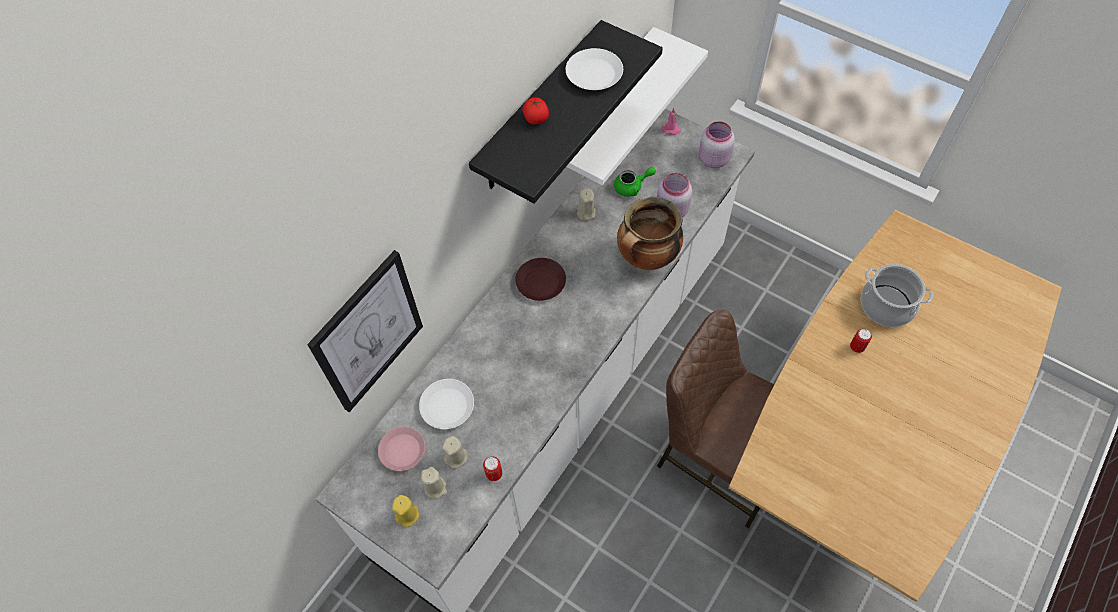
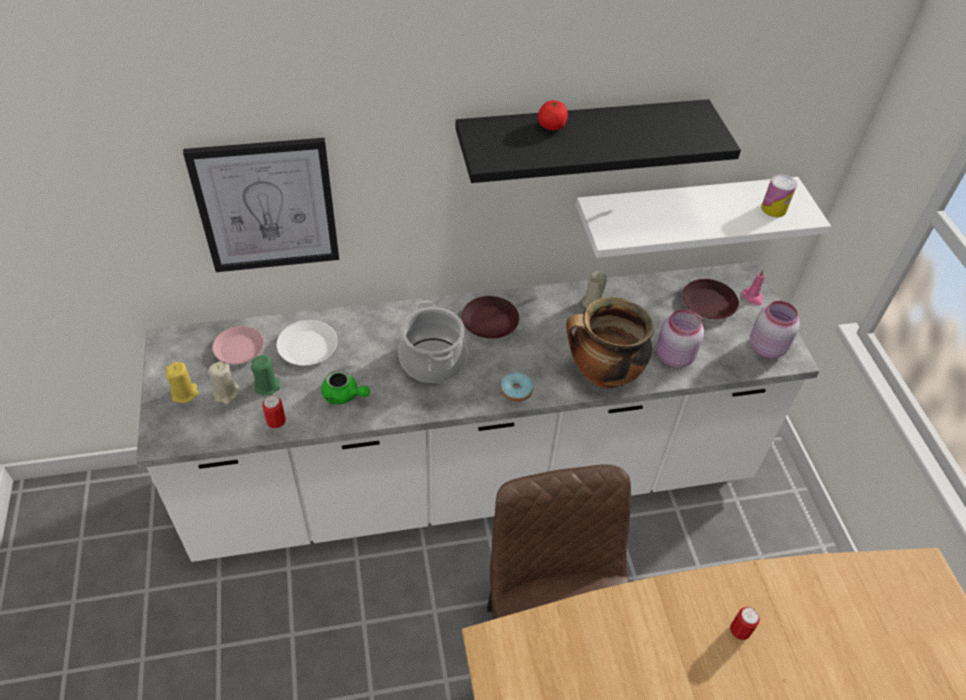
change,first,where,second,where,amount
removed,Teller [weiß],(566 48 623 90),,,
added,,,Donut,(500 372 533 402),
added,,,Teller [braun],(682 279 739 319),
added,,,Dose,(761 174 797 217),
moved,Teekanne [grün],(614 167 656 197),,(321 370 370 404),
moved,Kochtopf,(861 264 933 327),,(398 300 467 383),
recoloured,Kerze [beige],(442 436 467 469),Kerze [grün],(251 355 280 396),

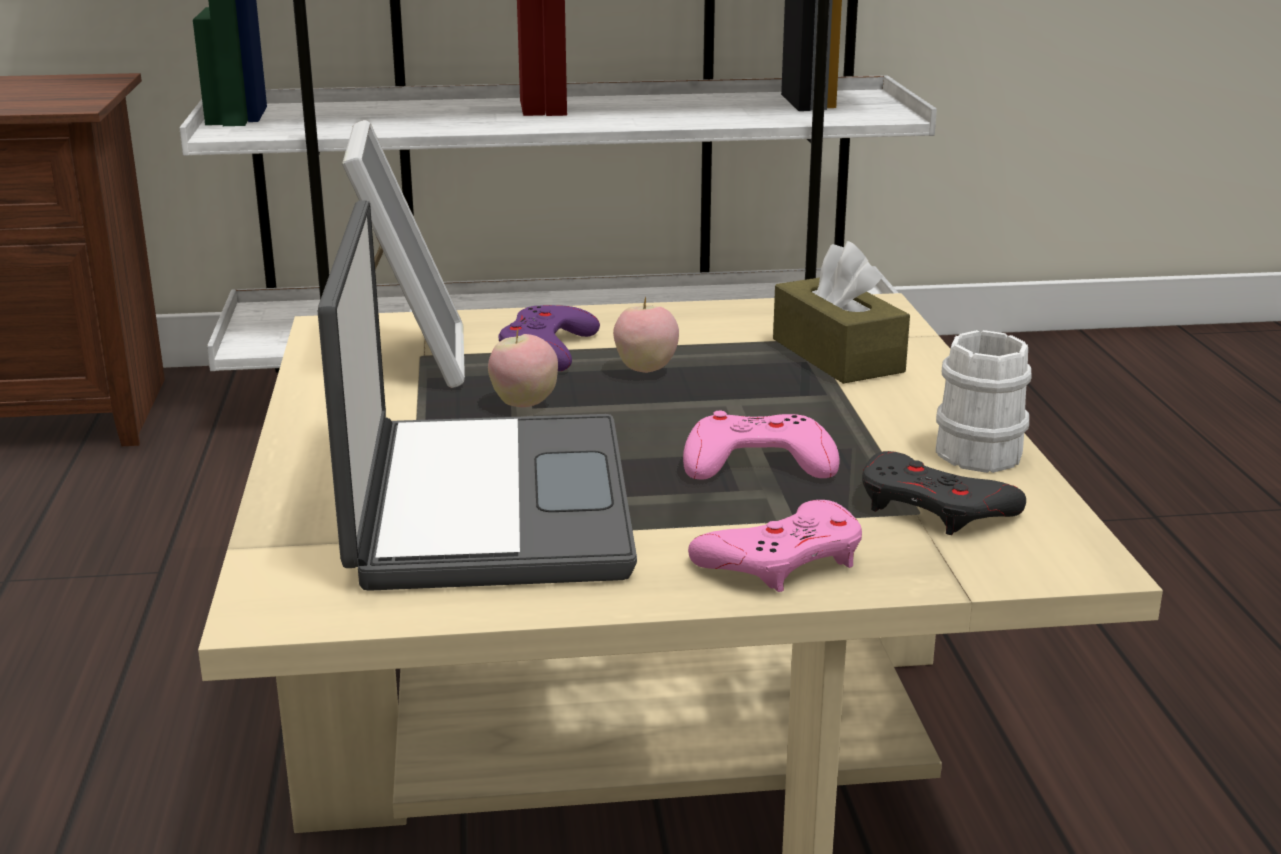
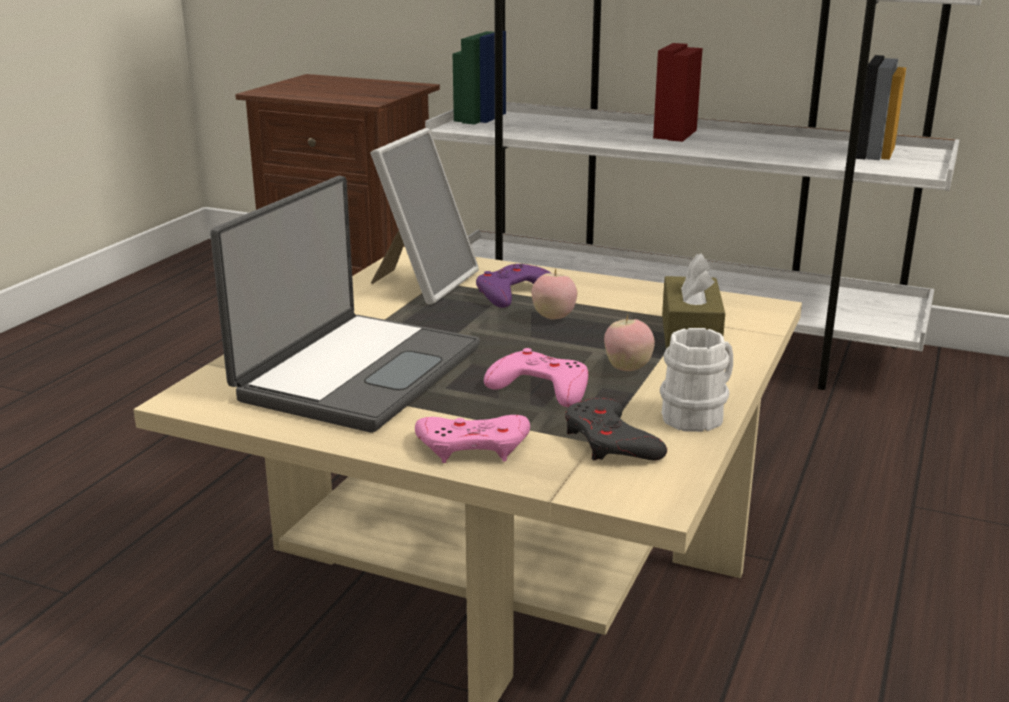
change,first,where,second,where,amount
moved,Apfel,(488 329 558 407),,(604 315 655 371),

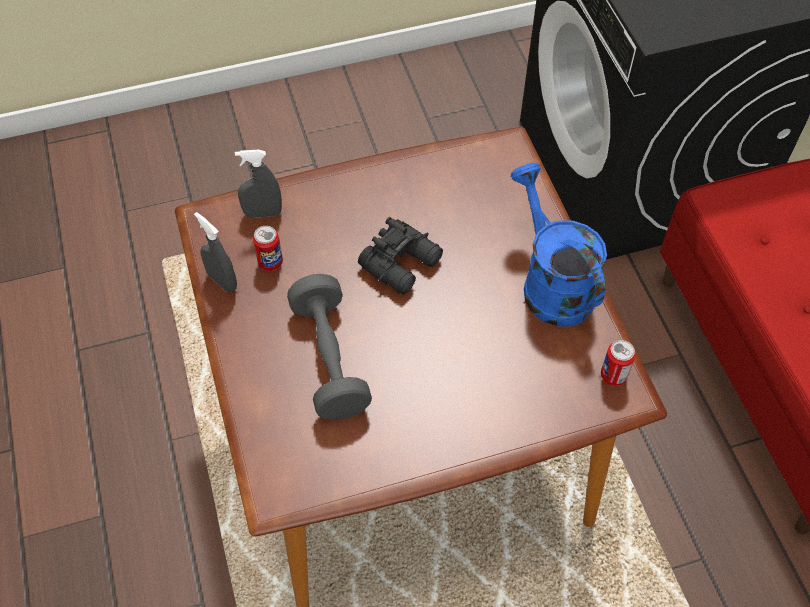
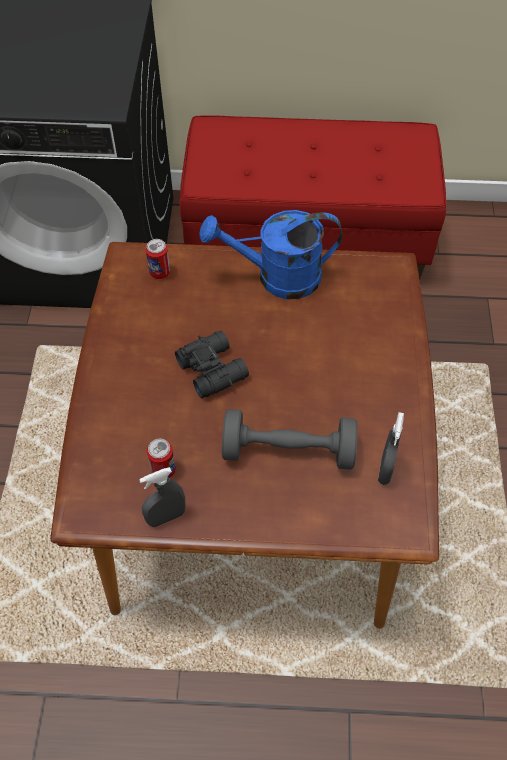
change,first,where,second,where,amount
moved,Sprühflasche [grau],(235 150 282 218),,(378 412 404 485),
moved,Dose,(601 340 636 386),,(146 239 170 279),

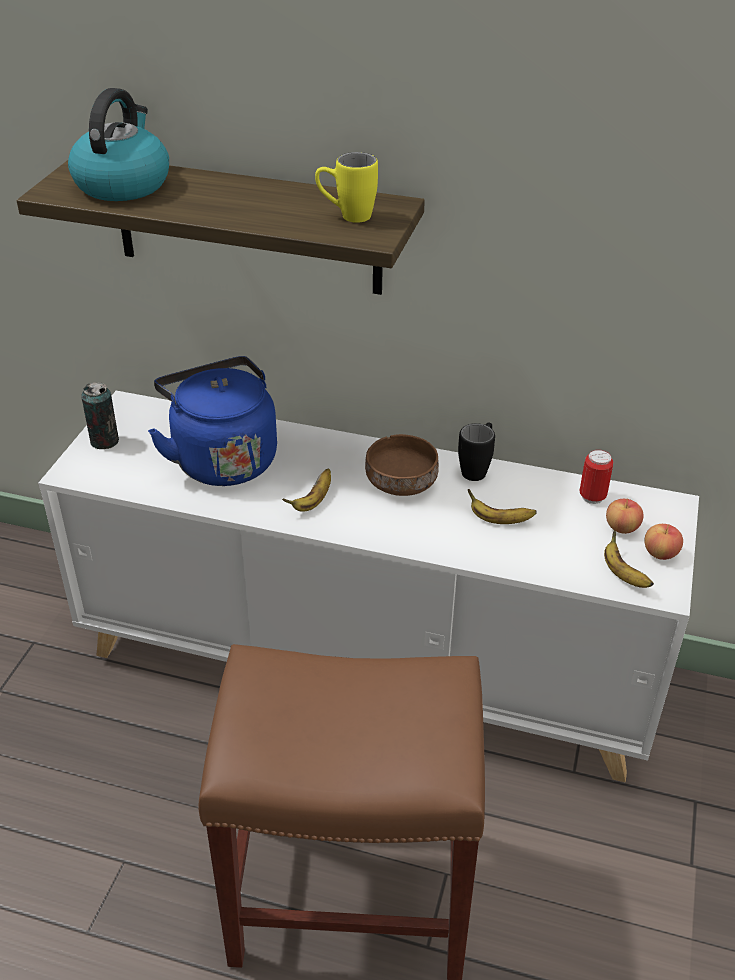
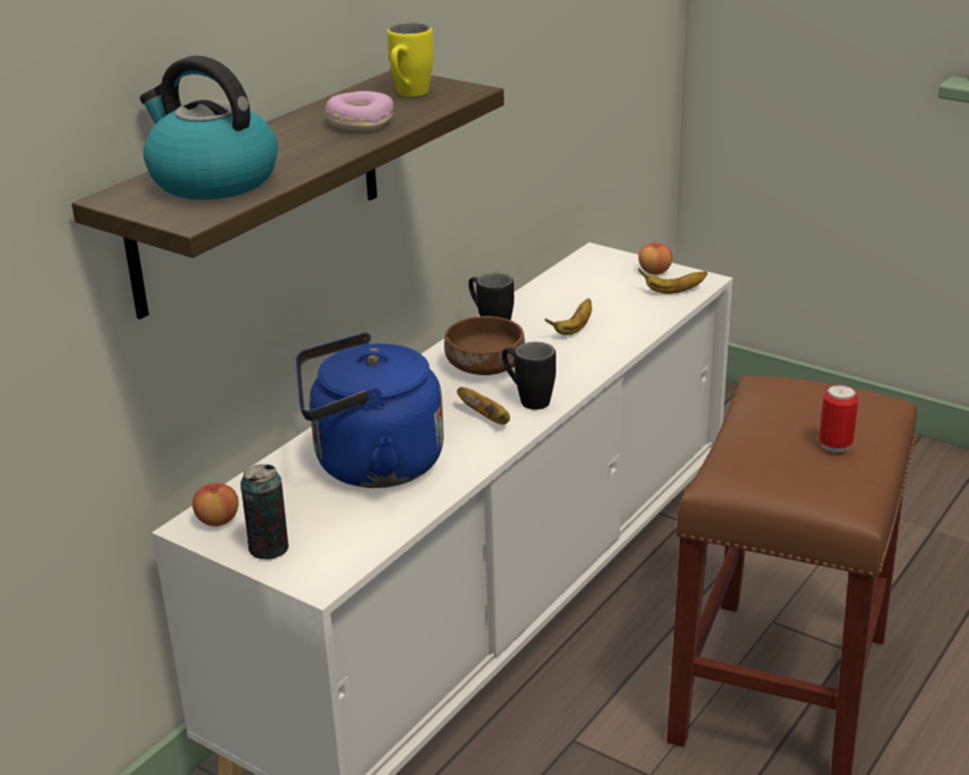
change,first,where,second,where,amount
added,,,Donut,(325 91 394 131),
added,,,Henkelbecher [schwarz],(502 342 556 410),
moved,Dose,(579 449 613 504),,(819 384 859 453),
moved,Apfel,(606 499 644 534),,(192 483 239 526),

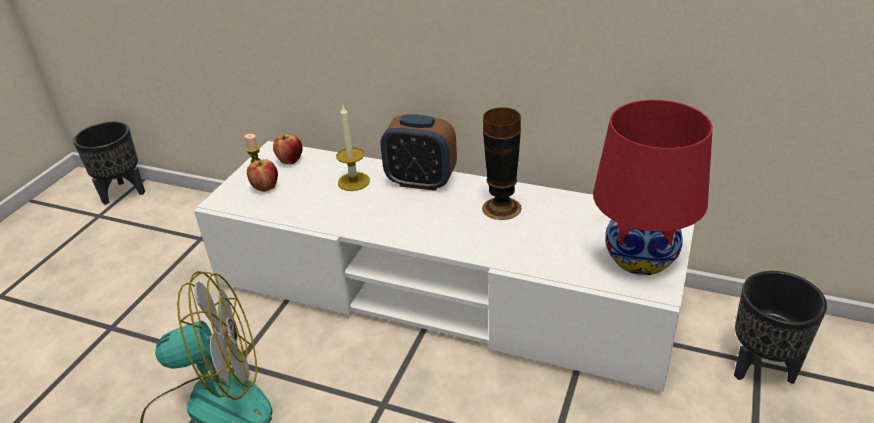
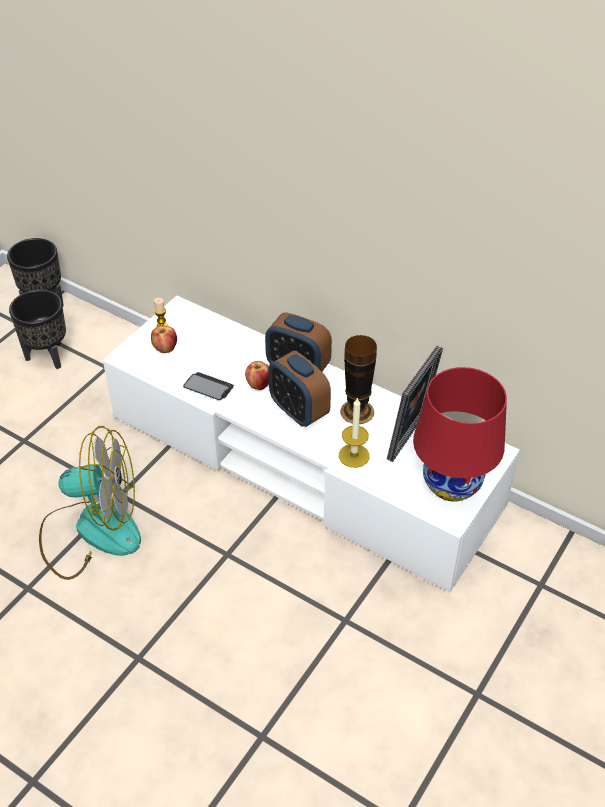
change,first,where,second,where,amount
added,,,Handy,(183 372 234 400),
added,,,Wecker,(268 351 331 427),
added,,,Bilderrahmen,(387 346 443 462),
moved,Apfel,(273 134 303 164),,(245 361 269 390),
moved,Kerze,(336 106 370 191),,(339 397 370 468),
moved,Pflanzkübel [schwarz],(734 271 827 384),,(9 290 66 369),

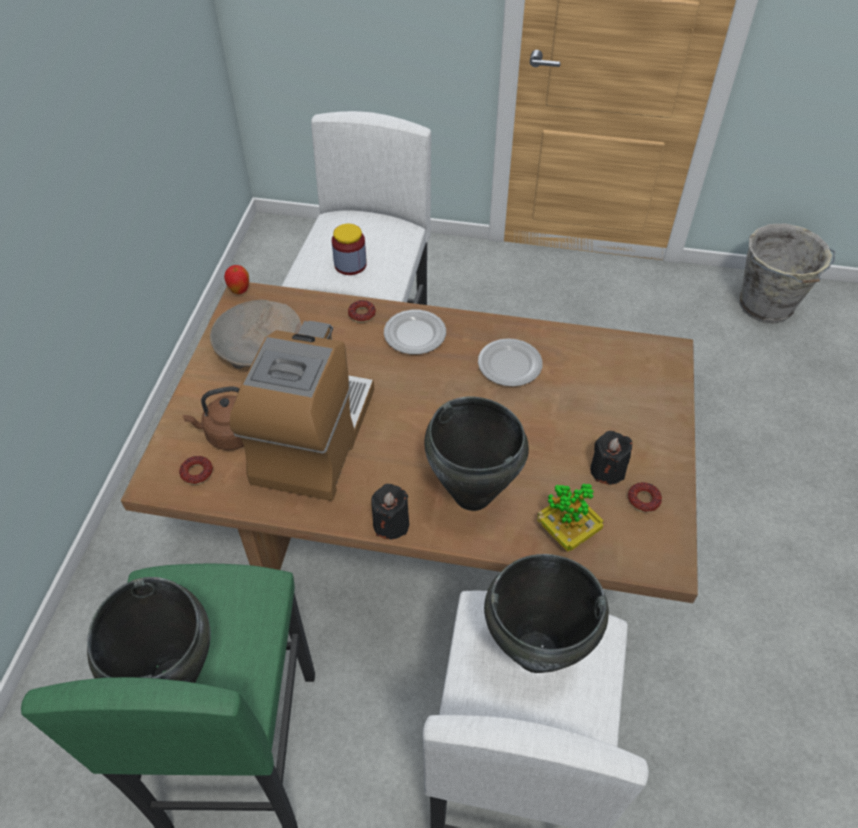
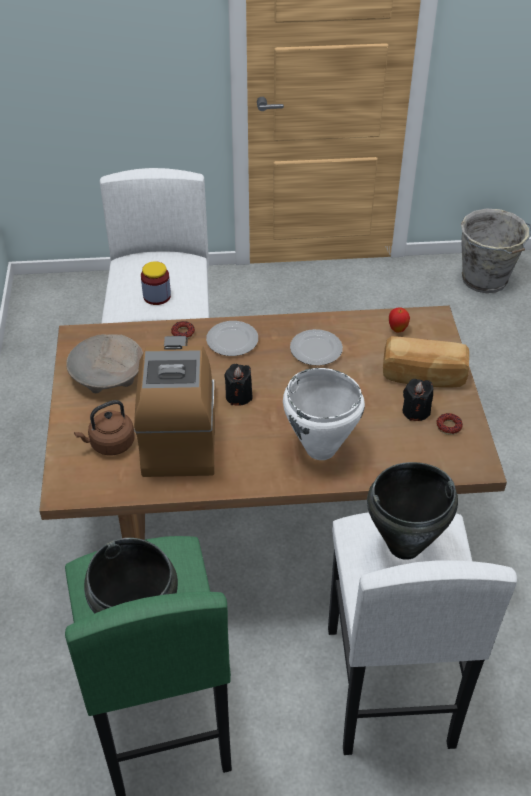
change,first,where,second,where,amount
removed,Donut,(179 456 213 485),,,
removed,Topfpflanze,(537 483 603 552),,,
added,,,Brot,(383 336 469 388),
moved,Apfel,(224 265 249 294),,(389 307 410 333),
moved,Kerze [schwarz],(371 484 409 539),,(224 364 252 406),
recoloured,Kochtopf [schwarz],(424 396 529 511),Kochtopf [weiß],(283 368 365 460),

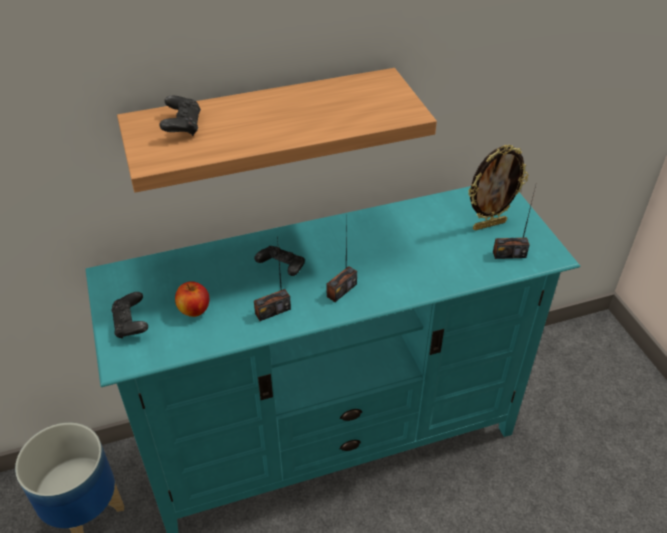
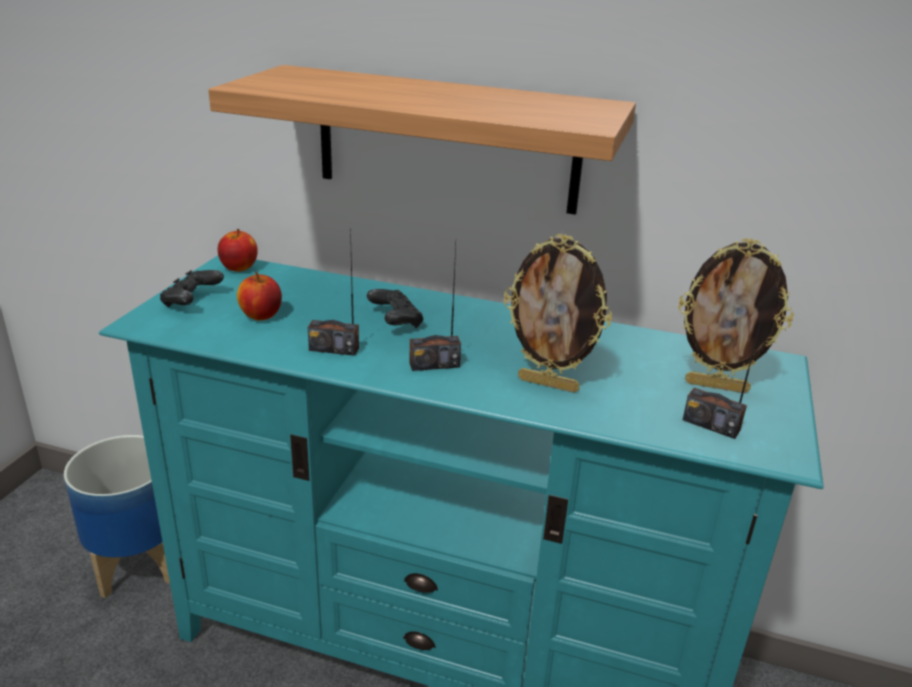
change,first,where,second,where,amount
removed,Gamepad [schwarz],(159 96 201 136),,,
added,,,Apfel,(218 229 258 272),
added,,,Bilderrahmen,(504 234 612 393),

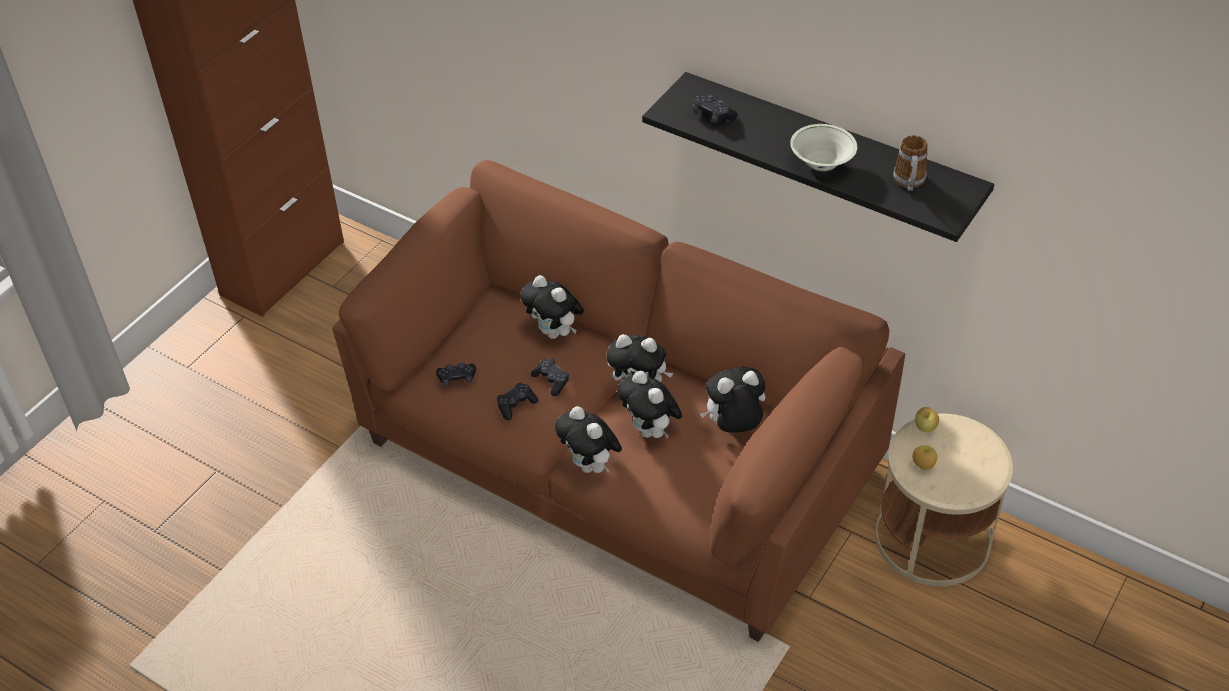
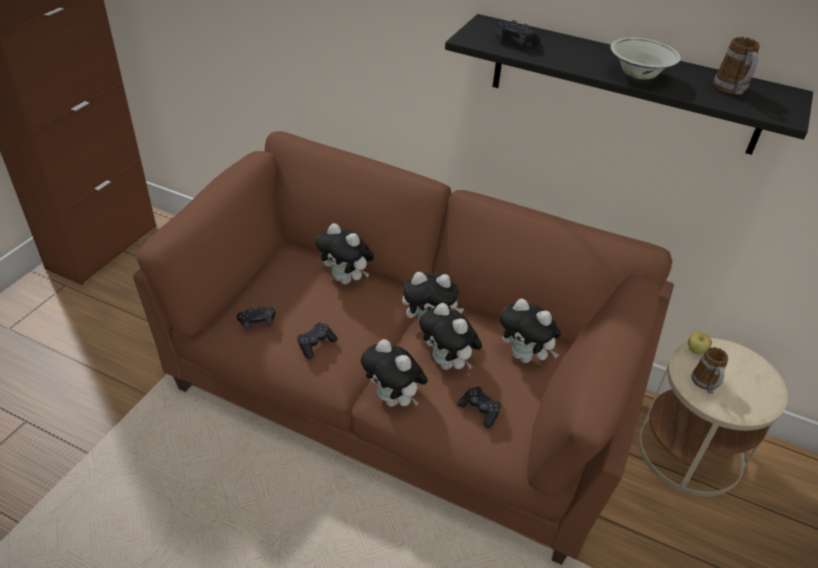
change,first,where,second,where,amount
moved,Gamepad [schwarz],(531 358 569 396),,(457 386 501 428),
replaced,Apfel,(912 445 937 470),Henkelbecher,(691 347 728 394),
turned,Plüschtier,(700 367 765 433),,(500 298 561 363),120 degrees counterclockwise

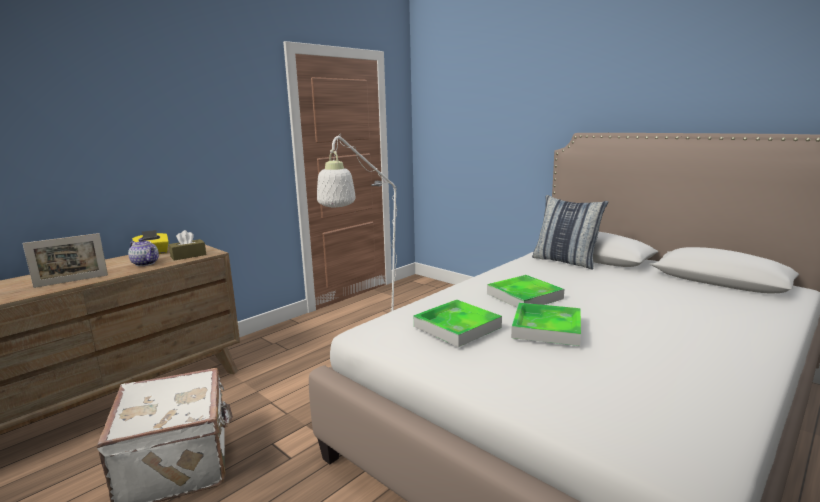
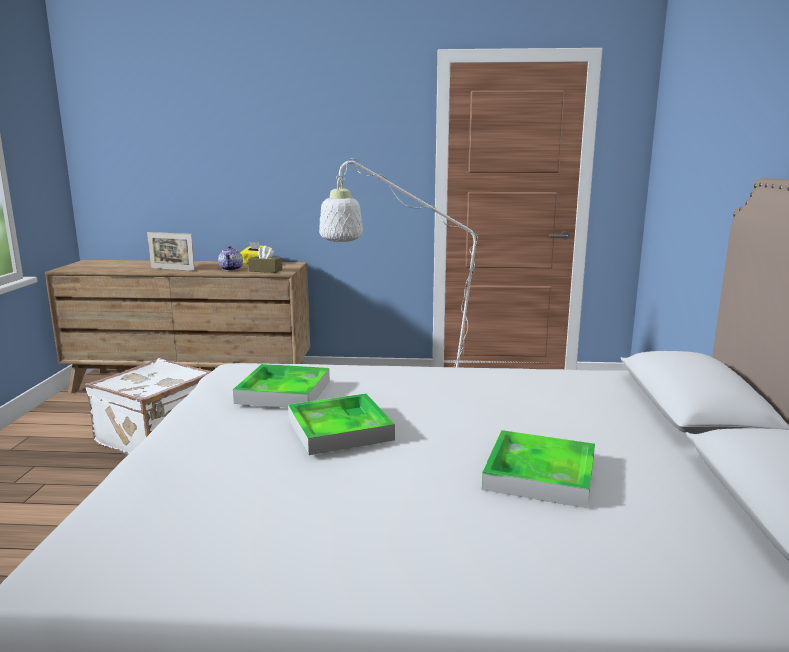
change,first,where,second,where,amount
removed,Kissen,(532 195 608 269),,,
moved,Tablett,(487 275 564 308),,(482 430 595 509),

